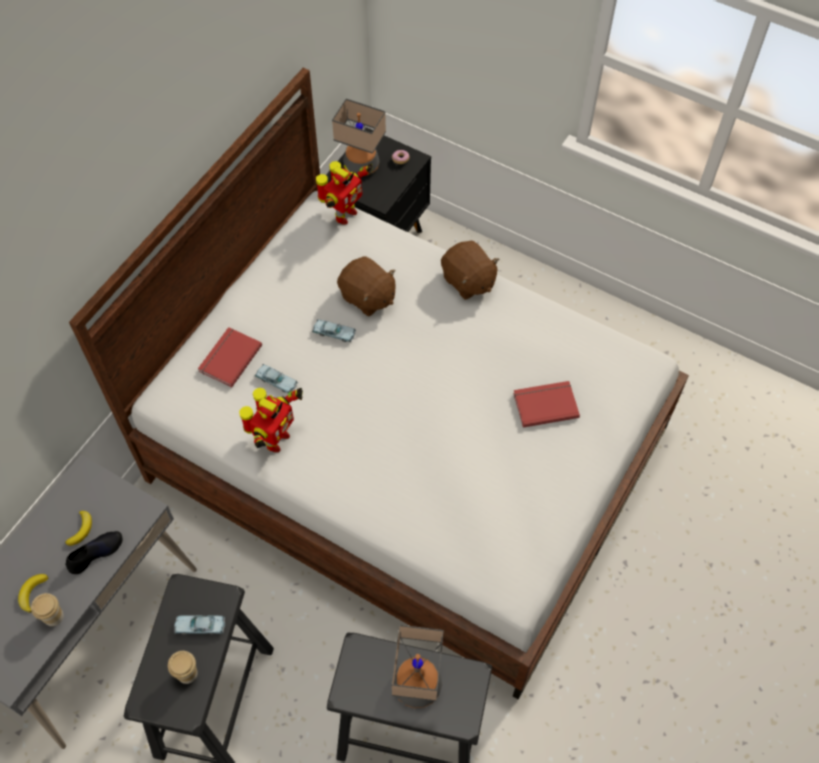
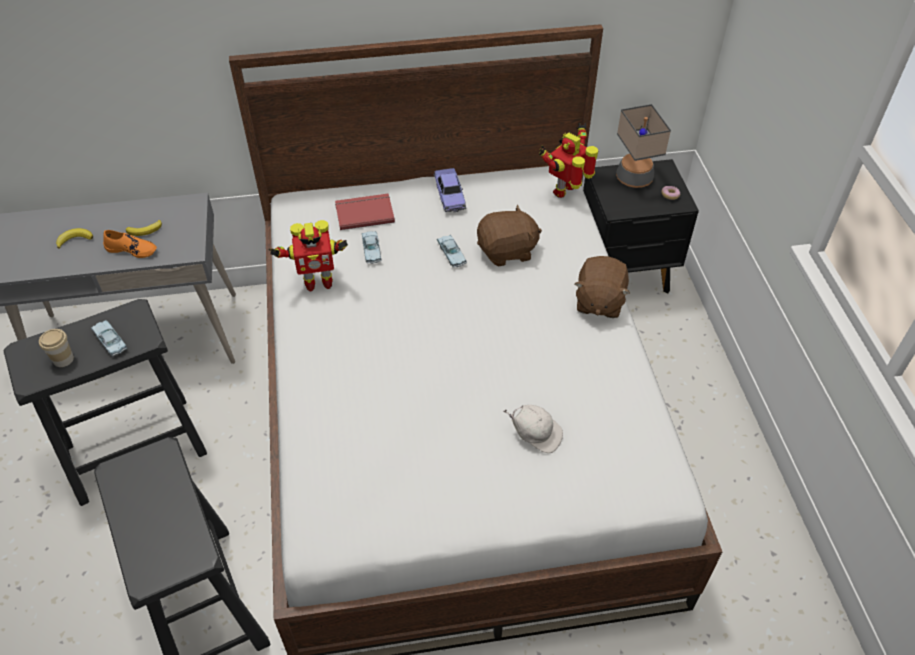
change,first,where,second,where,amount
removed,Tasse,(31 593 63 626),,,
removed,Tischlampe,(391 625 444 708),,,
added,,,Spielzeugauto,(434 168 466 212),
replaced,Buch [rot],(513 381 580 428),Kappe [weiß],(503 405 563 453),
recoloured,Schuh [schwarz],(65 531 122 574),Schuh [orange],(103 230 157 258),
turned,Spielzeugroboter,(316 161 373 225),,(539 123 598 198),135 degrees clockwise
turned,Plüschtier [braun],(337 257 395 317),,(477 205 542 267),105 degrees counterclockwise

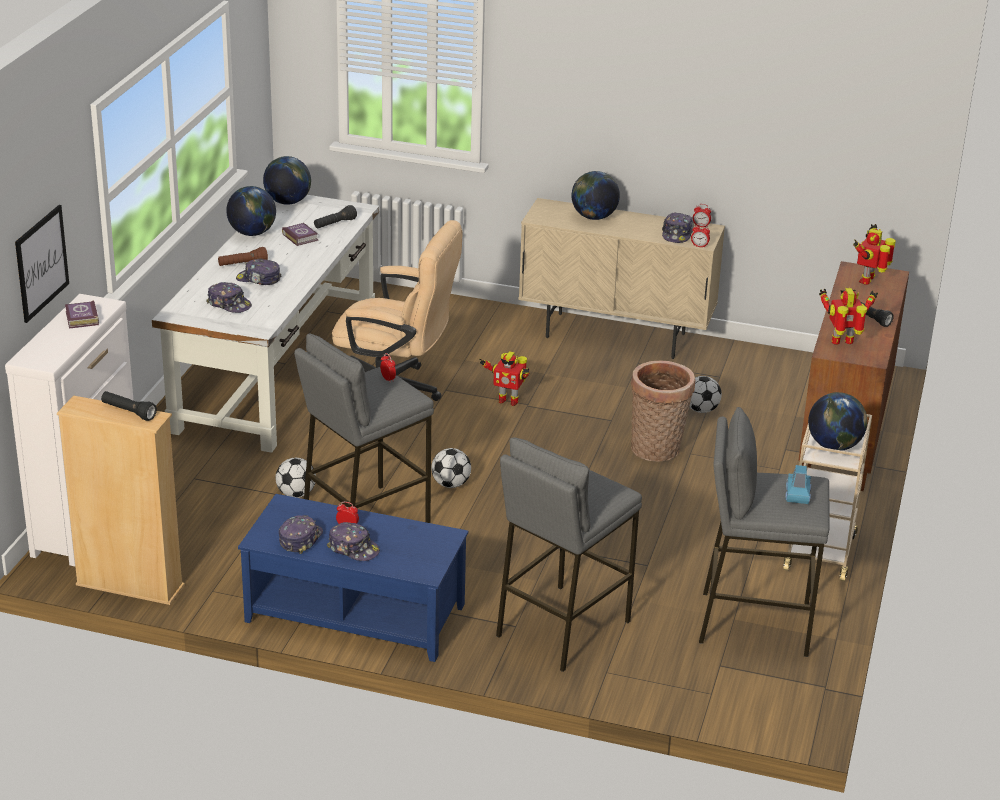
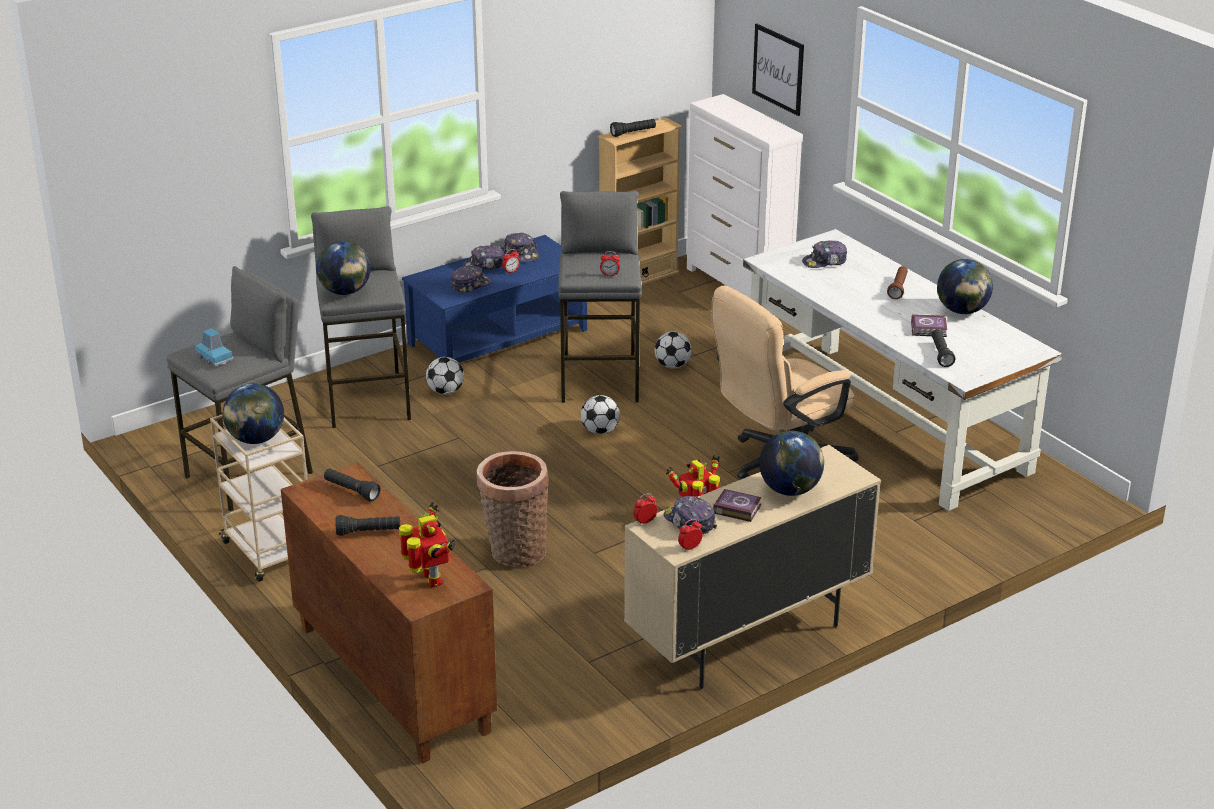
change,first,where,second,where,amount
moved,Buch,(65 300 99 329),,(713 489 762 522),
moved,Kappe,(236 258 281 285),,(451 266 492 294),
moved,Globus,(263 156 311 205),,(316 240 371 295),
moved,Fußball,(689 376 722 413),,(426 357 464 395),
replaced,Spielzeugroboter,(819 288 878 345),Taschenlampe [schwarz],(324 468 380 501),

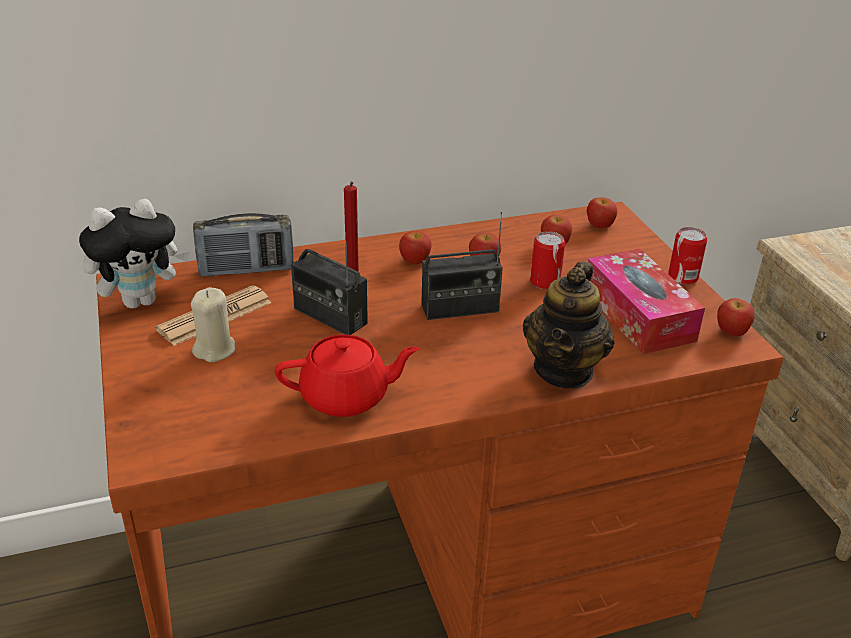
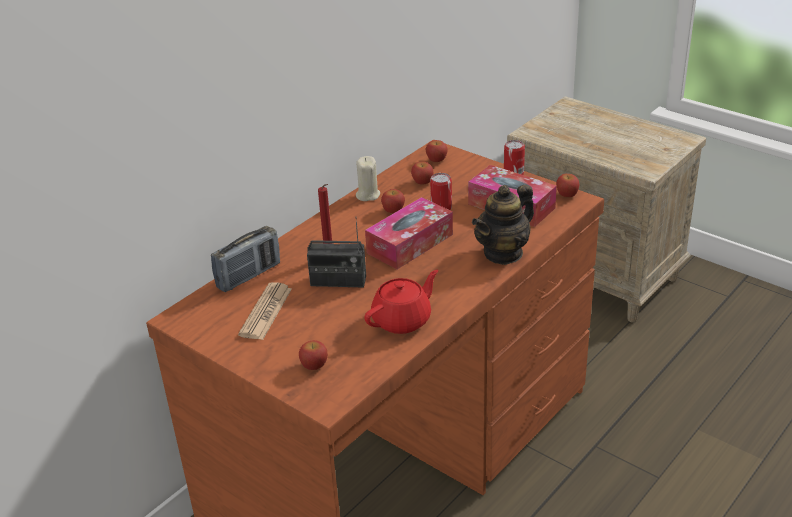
change,first,where,second,where,amount
removed,Plüschtier,(79 199 190 308),,,
moved,Kerze [beige],(191 287 235 362),,(356 156 380 201),
moved,Apfel,(399 231 432 264),,(299 340 328 370),
replaced,Radio,(421 212 503 320),Taschentuchbox,(365 197 453 269),
turned,Teekanne,(523 261 615 389),,(472 185 534 265),60 degrees clockwise

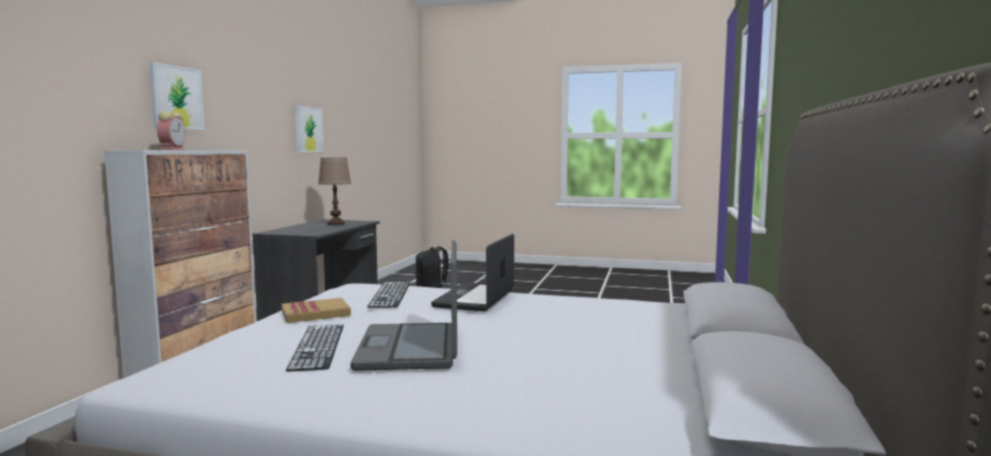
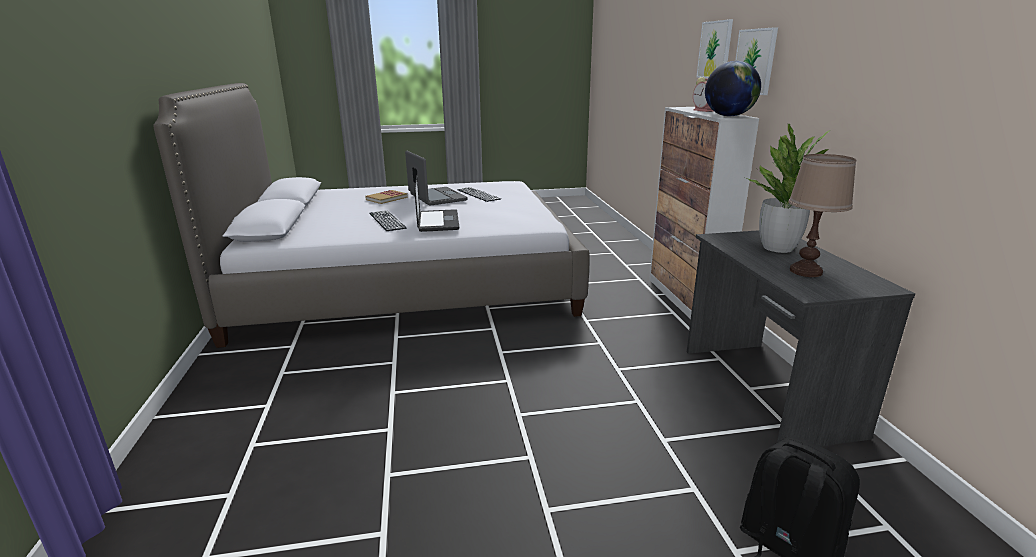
change,first,where,second,where,amount
added,,,Globus,(705 61 761 116),
added,,,Topfpflanze,(747 124 830 253),
moved,Buch,(281 298 351 323),,(365 190 408 204),
moved,Bild,(294 105 324 152),,(696 19 733 78),
moved,Tastatur,(367 282 410 308),,(369 210 407 231),

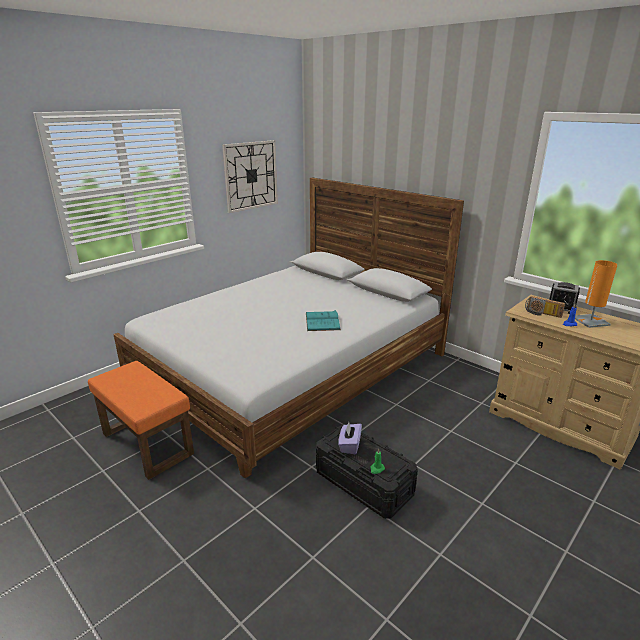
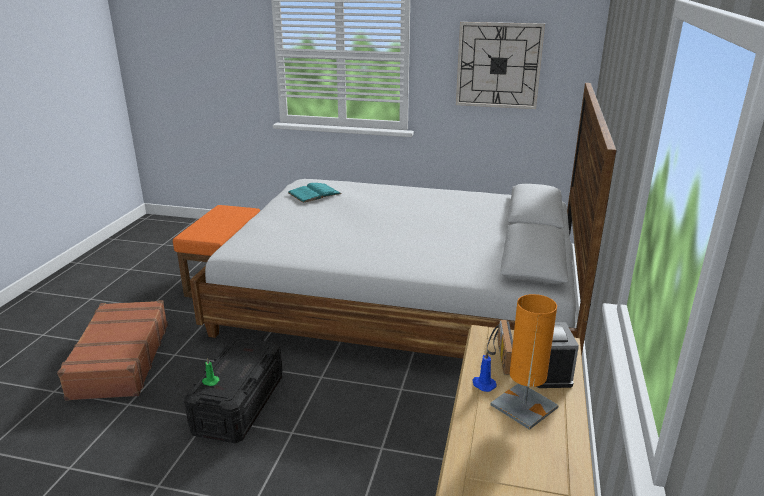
change,first,where,second,where,amount
removed,Taschentuchbox [lila],(338 422 362 454),,,
added,,,Koffer [braun],(57 300 168 401),
moved,Buch [türkis],(306 310 341 331),,(288 183 342 203),

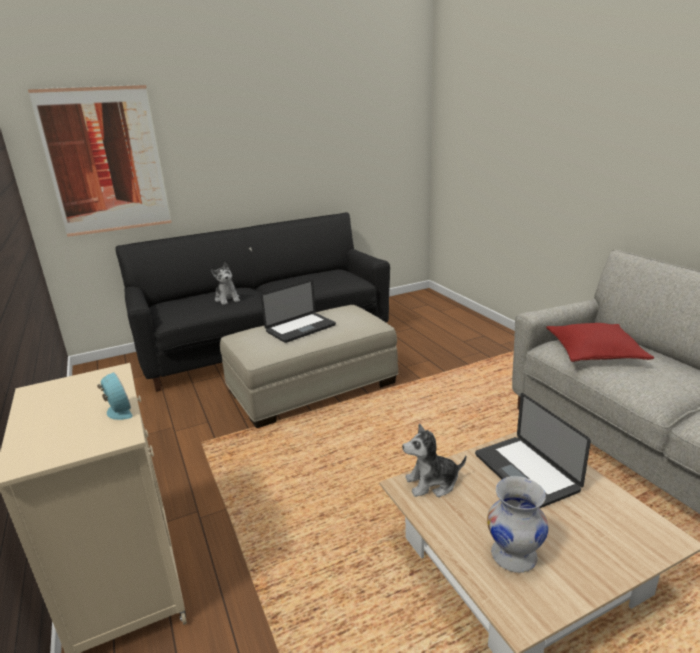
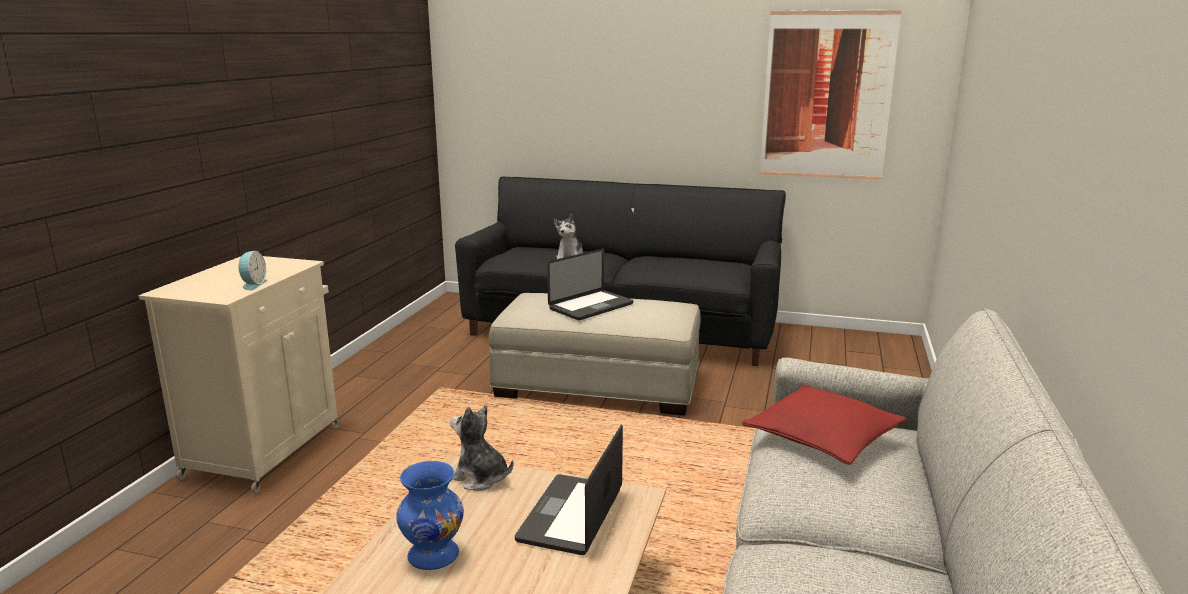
change,first,where,second,where,amount
moved,Bild,(28 85 172 237),,(760 10 901 180),
recoloured,Vase [weiß],(487 476 549 573),Vase [blau],(396 461 464 570),
turned,Laptop,(261 280 336 343),,(547 249 633 320),45 degrees counterclockwise

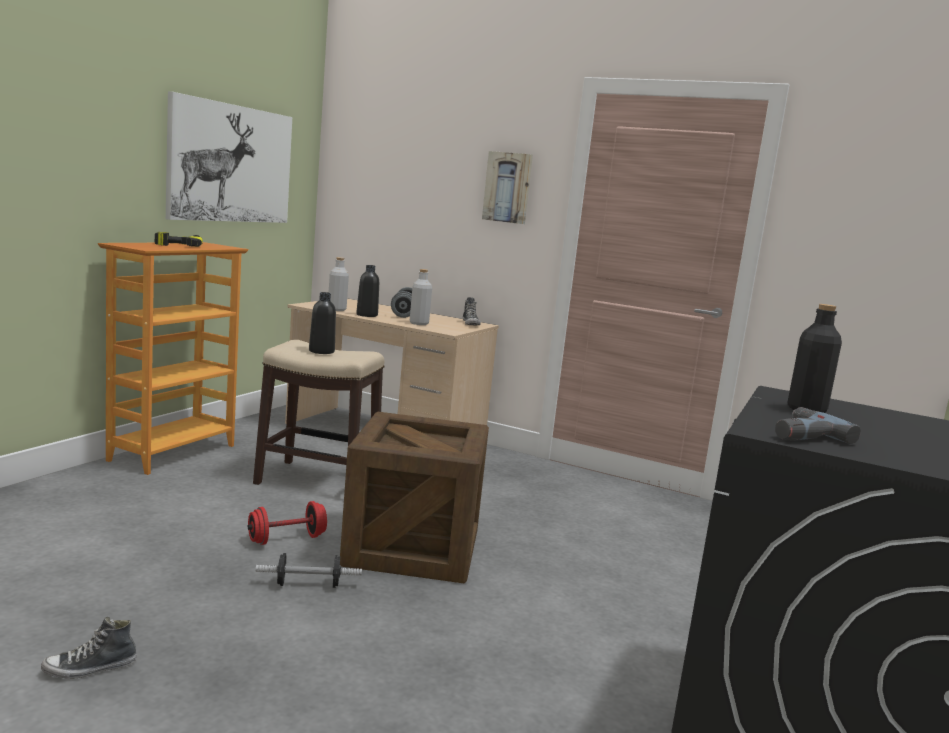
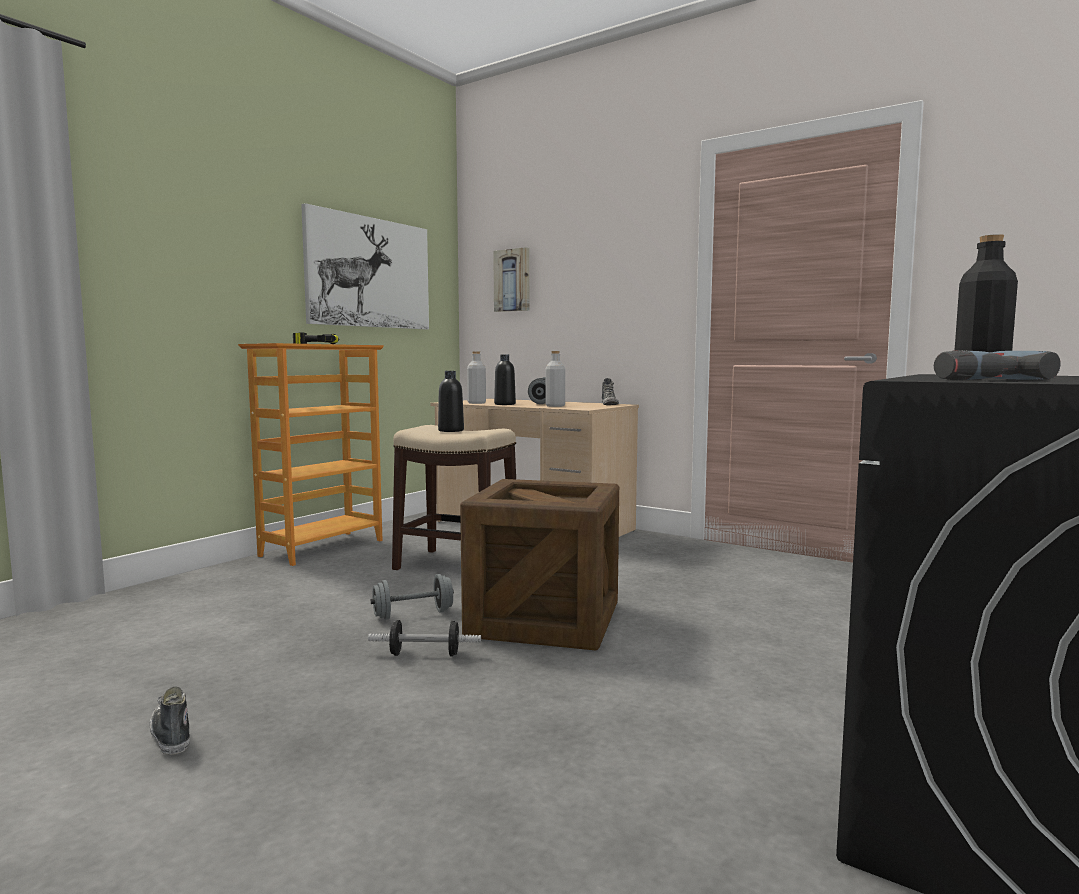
change,first,where,second,where,amount
moved,Bild,(482 151 533 224),,(493 247 529 312),
recoloured,Hantel [rot],(248 501 327 545),Hantel [grau],(371 574 454 620),
turned,Schuh,(41 617 137 679),,(150 686 190 755),75 degrees clockwise

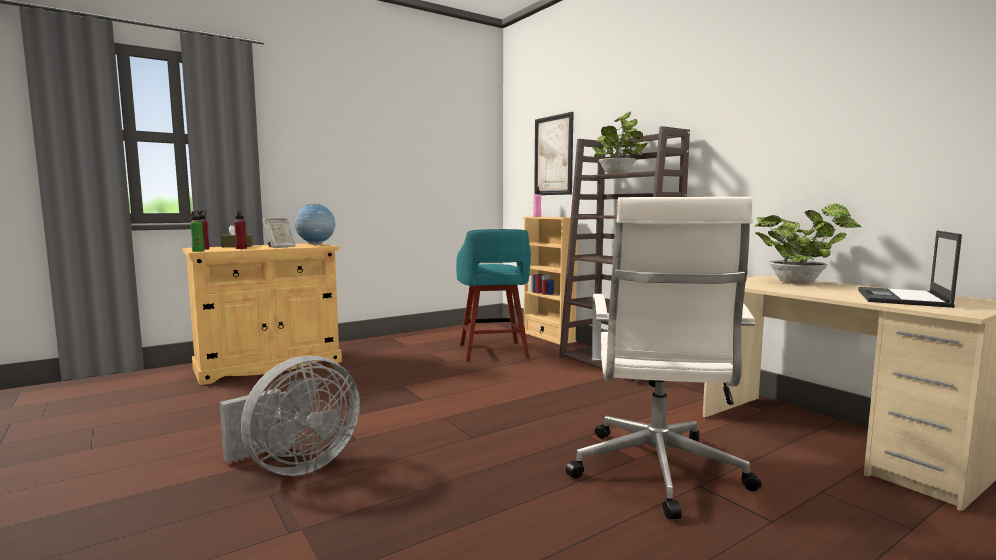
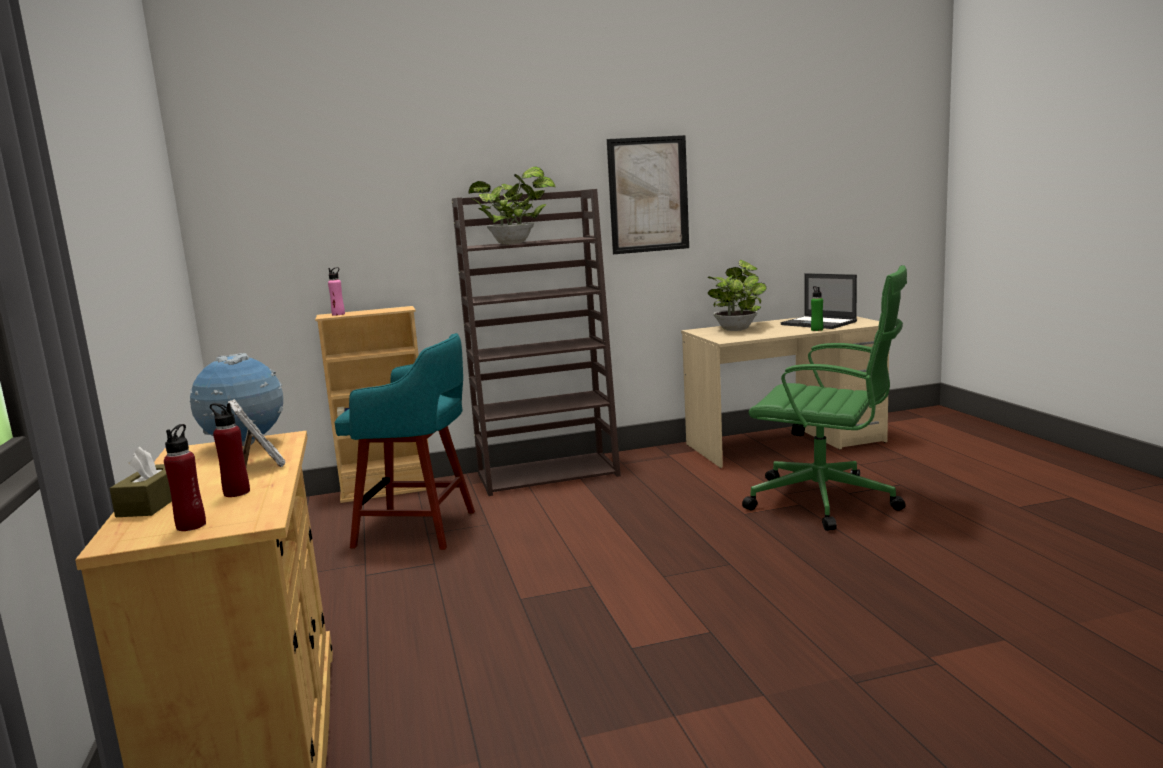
change,first,where,second,where,amount
removed,Ventilator [grau],(220 355 360 476),,,
moved,Flasche [grün],(190 211 205 252),,(811 286 823 331),
moved,Bild,(534 112 574 195),,(607 135 689 254),
recoloured,Bürostuhl [weiß],(566 197 761 520),Bürostuhl [grün],(742 265 907 531),

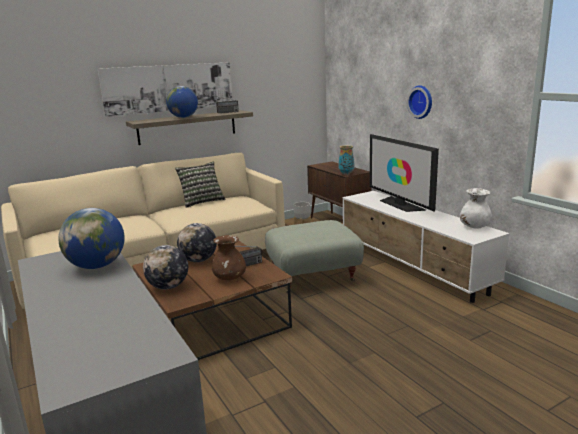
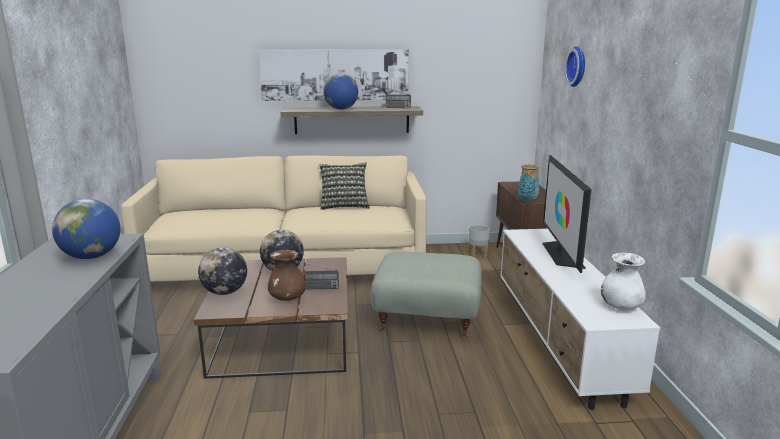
change,first,where,second,where,amount
moved,Wanduhr,(407 85 432 119),,(565 46 585 87),

